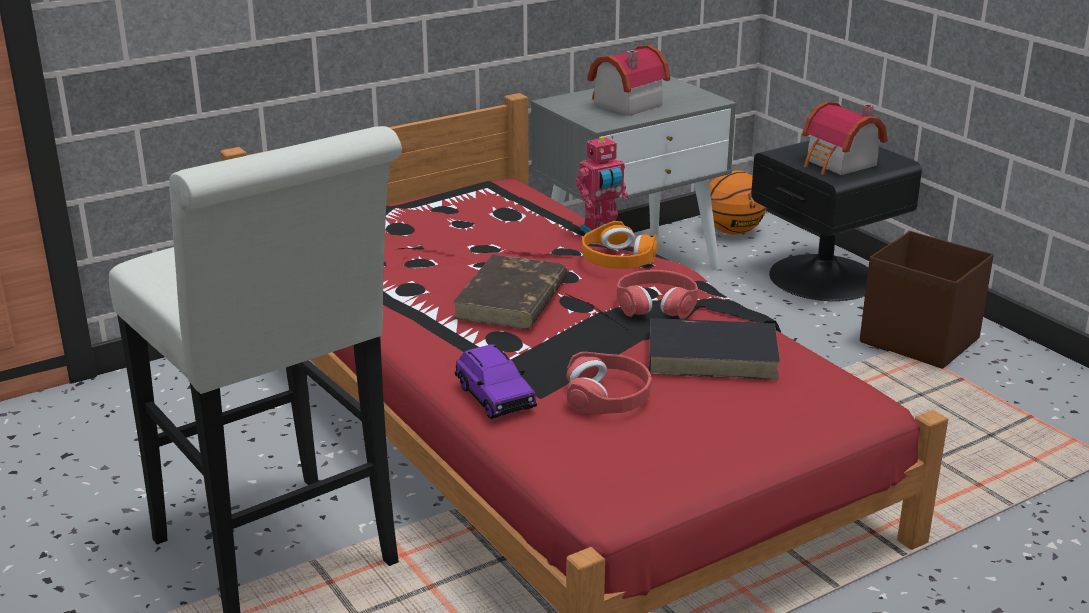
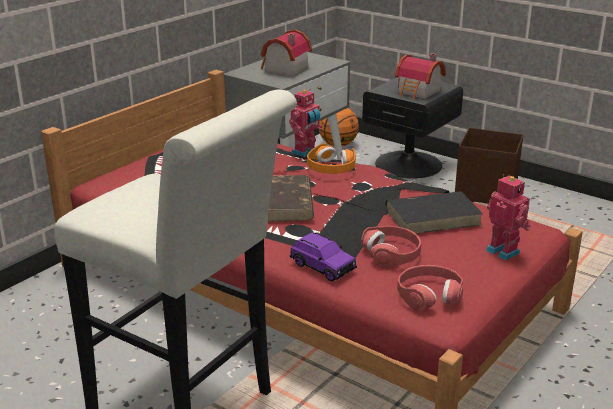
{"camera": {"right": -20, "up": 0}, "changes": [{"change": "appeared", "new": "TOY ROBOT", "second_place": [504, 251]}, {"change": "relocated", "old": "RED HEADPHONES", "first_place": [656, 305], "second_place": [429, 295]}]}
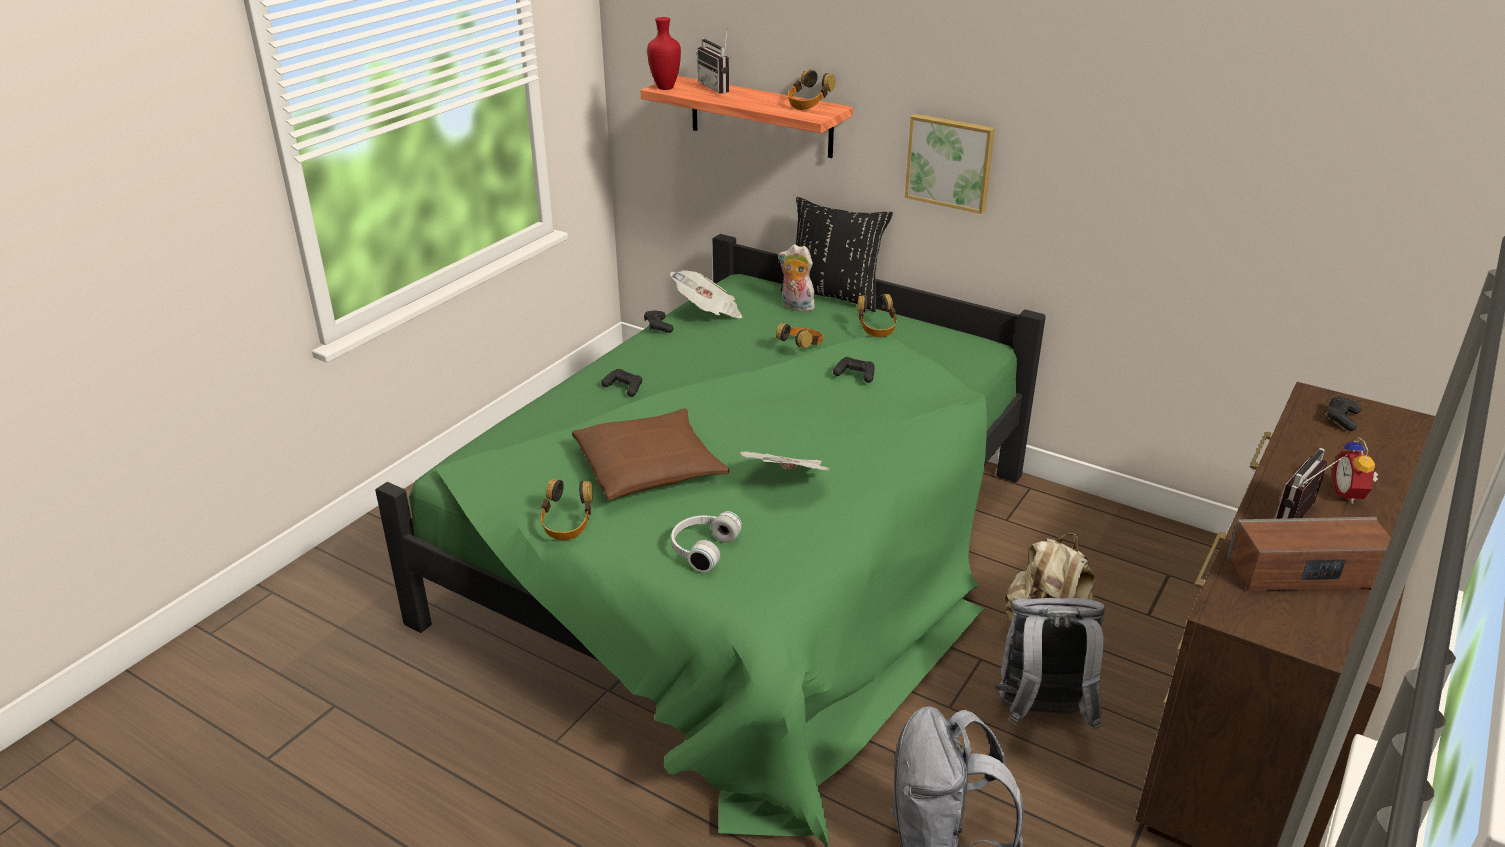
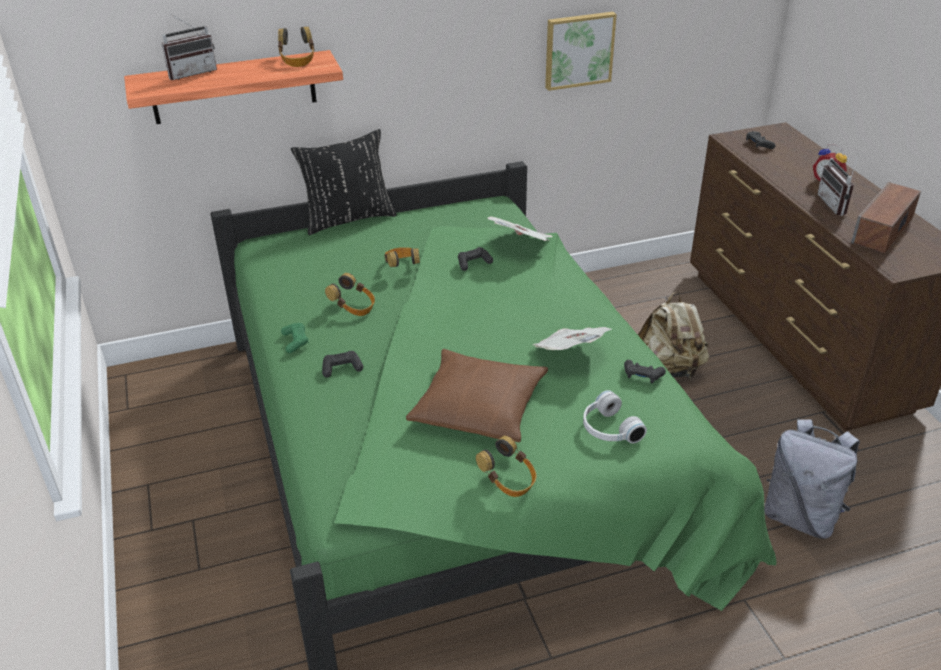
{"camera": {"right": -50, "up": 5}, "changes": [{"change": "missing", "old": "RED VASE", "first_place": [664, 88]}, {"change": "missing", "old": "PLUSH TOY", "first_place": [795, 307]}, {"change": "missing", "old": "GREY BACKPACK", "first_place": [1041, 714]}, {"change": "appeared", "new": "GREEN GAME CONTROLLER", "second_place": [295, 341]}, {"change": "relocated", "old": "BLACK GAME CONTROLLER", "first_place": [658, 326], "second_place": [642, 376]}, {"change": "relocated", "old": "NEWSPAPER", "first_place": [708, 312], "second_place": [522, 244]}, {"change": "relocated", "old": "HEADPHONES", "first_place": [876, 328], "second_place": [353, 307]}, {"change": "relocated", "old": "PICTURE", "first_place": [950, 162], "second_place": [578, 50]}, {"change": "spun", "old": "RADIO", "first_place": [719, 88], "second_place": [191, 72], "degrees": -45}]}
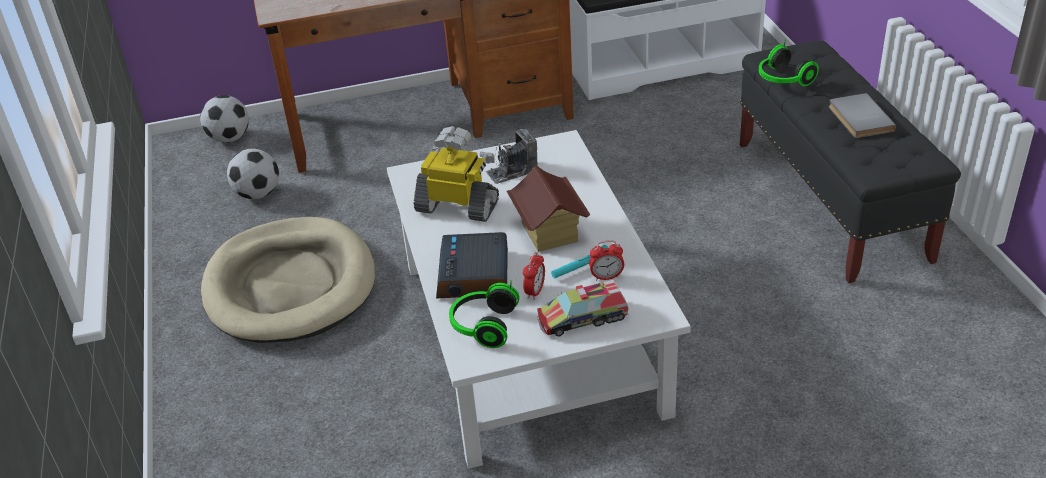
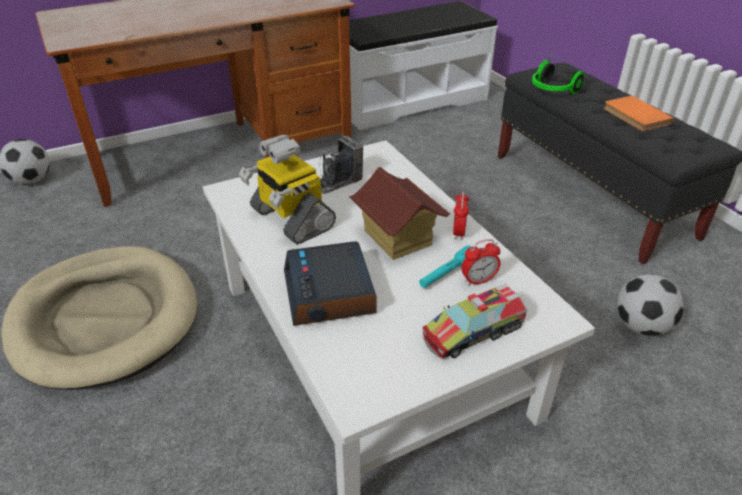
{"camera": {"right": -15, "up": 0}, "changes": [{"change": "missing", "old": "HEADPHONES", "first_place": [483, 326]}, {"change": "relocated", "old": "FOOTBALL", "first_place": [258, 194], "second_place": [641, 326]}, {"change": "relocated", "old": "ALARM CLOCK", "first_place": [535, 291], "second_place": [458, 232]}, {"change": "colour", "old": "GREY BOOK", "new": "ORANGE BOOK", "first_place": [858, 118], "second_place": [634, 116]}, {"change": "spun", "old": "TOY ROBOT", "first_place": [458, 206], "second_place": [290, 219], "degrees": -135}]}
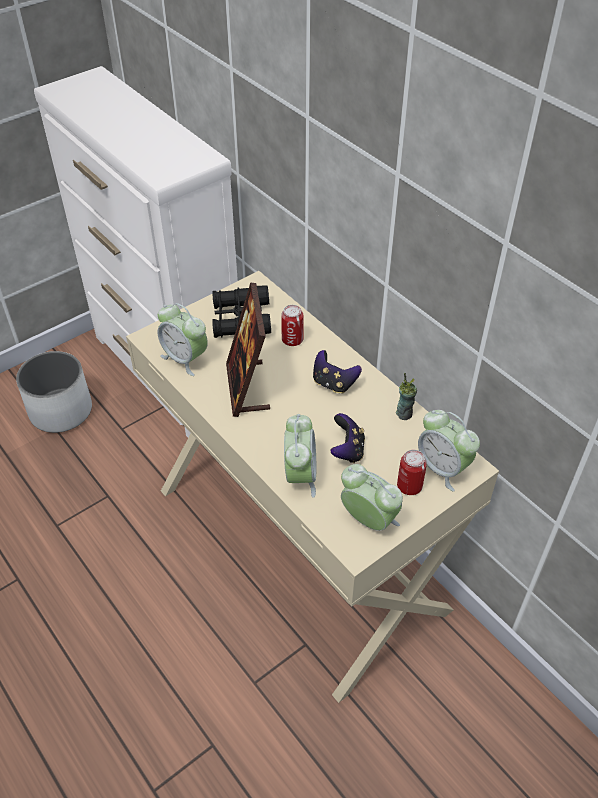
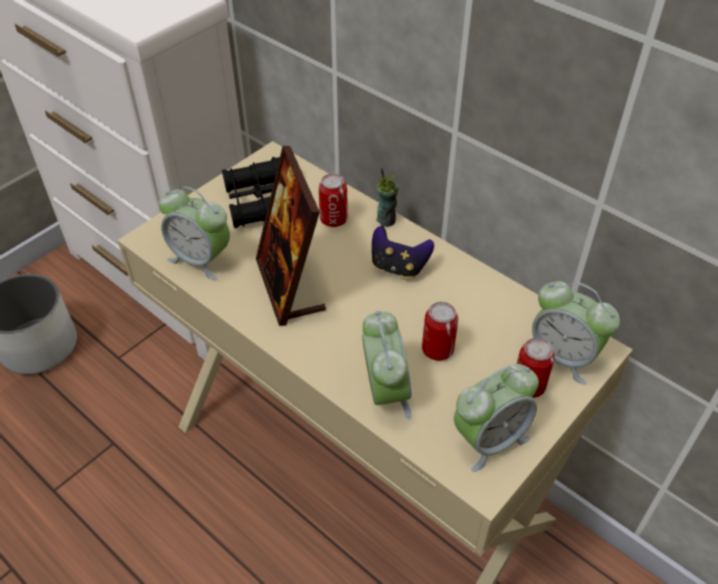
{"camera": {"right": -10, "up": 0}, "changes": [{"change": "relocated", "old": "CUP", "first_place": [404, 413], "second_place": [386, 220]}, {"change": "exchanged", "old": "GAME CONTROLLER", "new": "CAN", "first_place": [347, 450], "second_place": [437, 350]}, {"change": "spun", "old": "ALARM CLOCK", "first_place": [369, 520], "second_place": [489, 440], "degrees": 120}]}
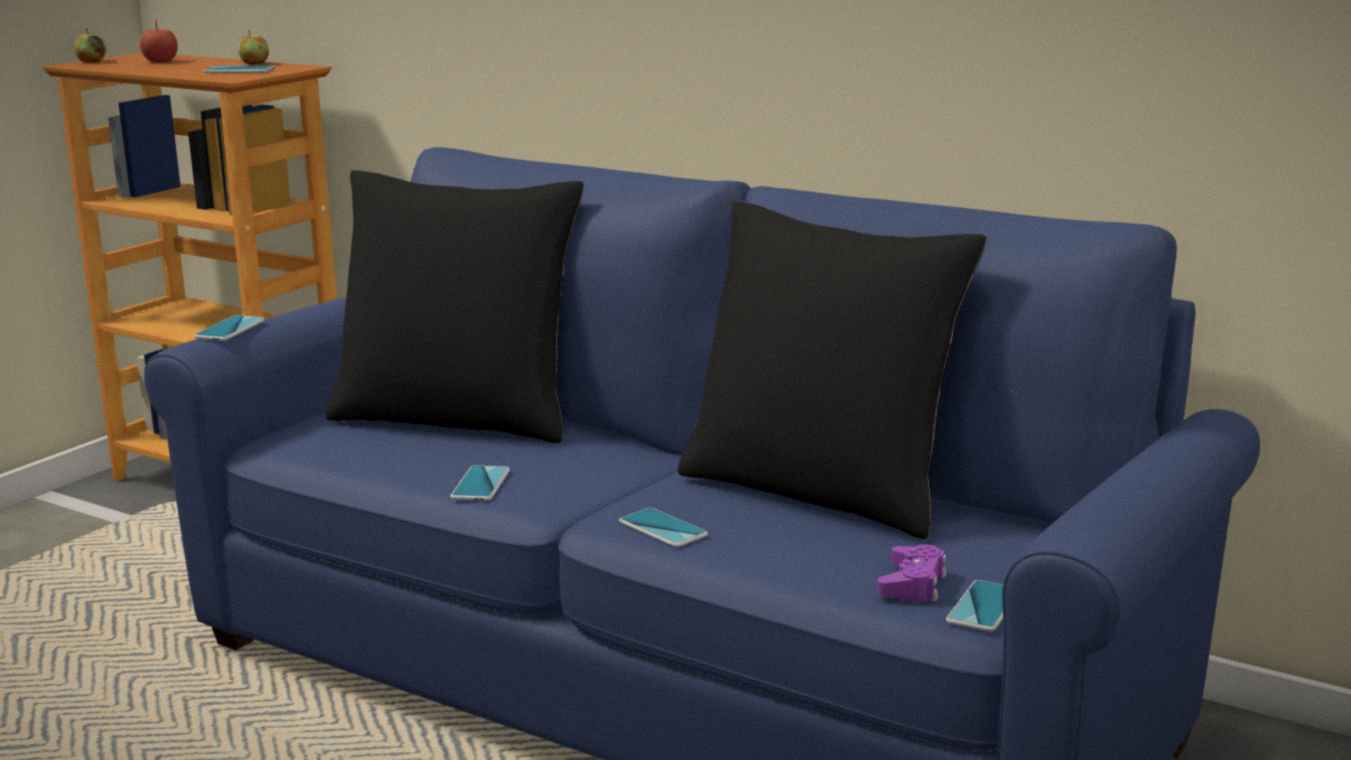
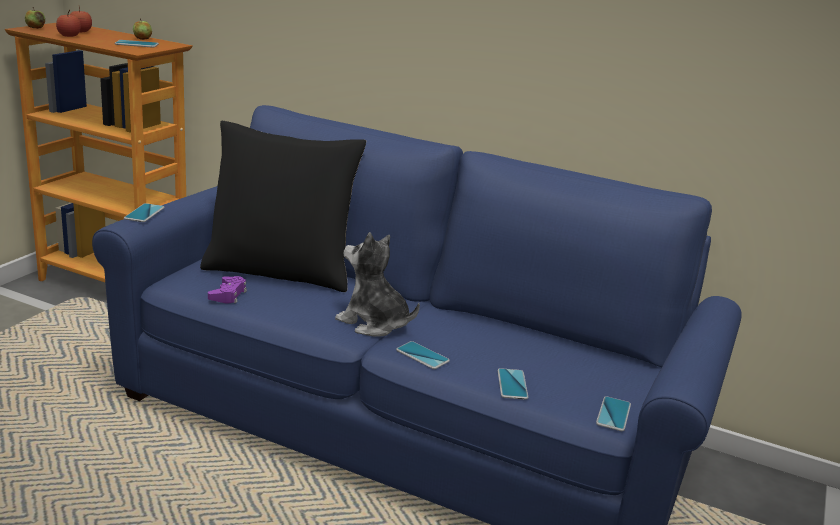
{"camera": {"right": -10, "up": 5}, "changes": [{"change": "missing", "old": "BLACK PILLOW", "first_place": [822, 490]}, {"change": "appeared", "new": "APPLE", "second_place": [69, 36]}, {"change": "appeared", "new": "PLUSH TOY", "second_place": [374, 323]}, {"change": "relocated", "old": "PHONE", "first_place": [481, 484], "second_place": [512, 384]}, {"change": "relocated", "old": "PURPLE GAME CONTROLLER", "first_place": [913, 584], "second_place": [228, 295]}]}
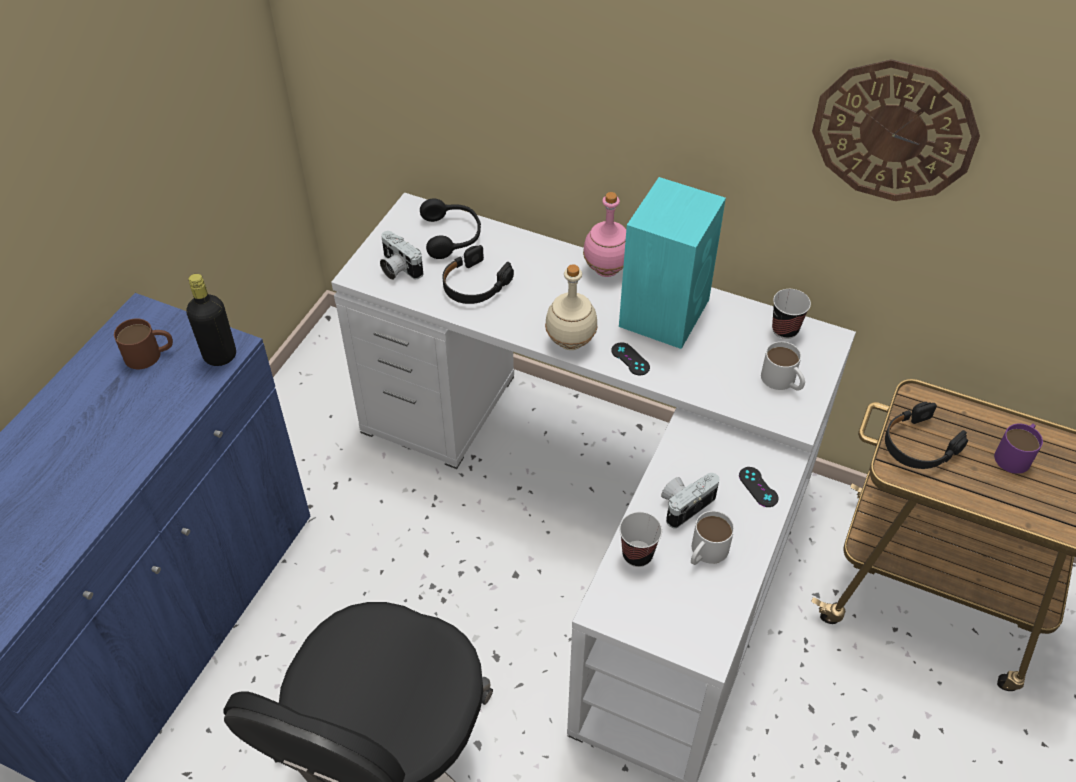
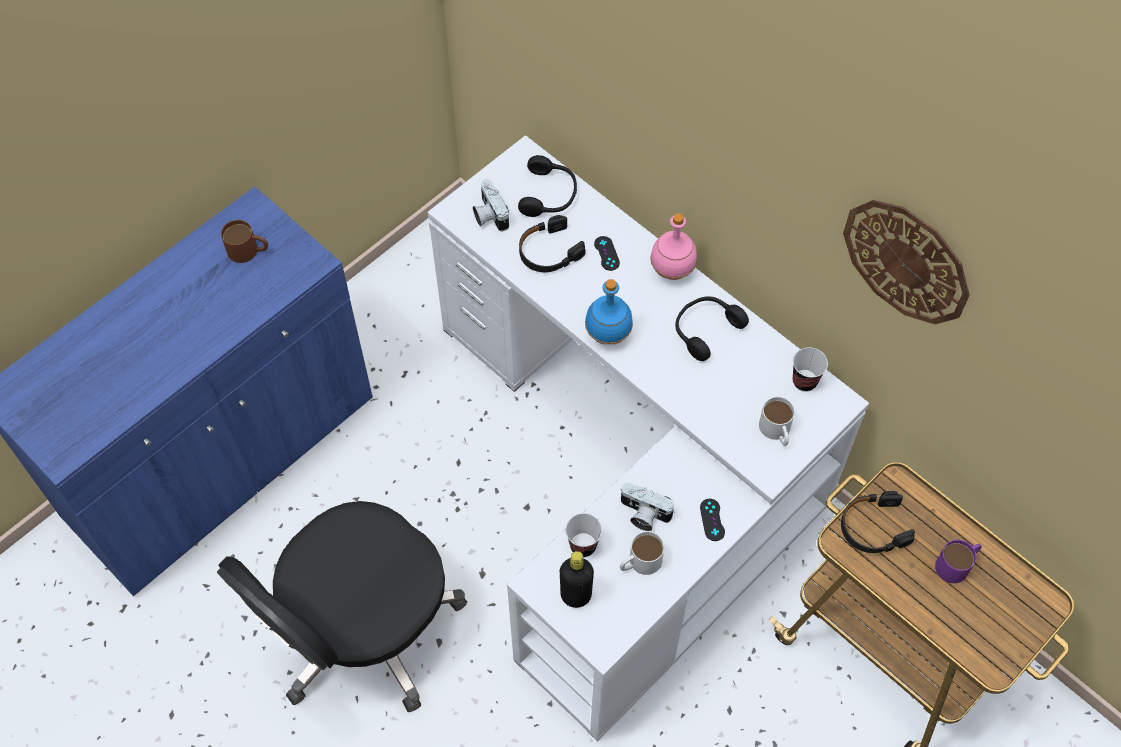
{"camera": {"right": 20, "up": 10}, "changes": [{"change": "relocated", "old": "BLACK BOTTLE", "first_place": [220, 356], "second_place": [576, 595]}, {"change": "relocated", "old": "BLACK GAME CONTROLLER", "first_place": [630, 359], "second_place": [606, 253]}, {"change": "exchanged", "old": "TURQUOISE SPEAKER", "new": "BLACK HEADPHONES", "first_place": [665, 311], "second_place": [705, 330]}, {"change": "colour", "old": "BEIGE BOTTLE", "new": "BLUE BOTTLE", "first_place": [571, 342], "second_place": [608, 336]}, {"change": "spun", "old": "PHOTO CAMERA", "first_place": [685, 504], "second_place": [643, 514], "degrees": -135}]}
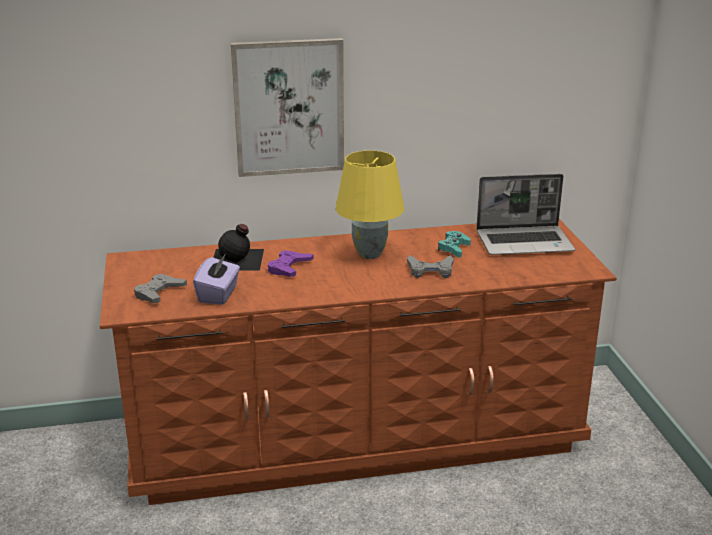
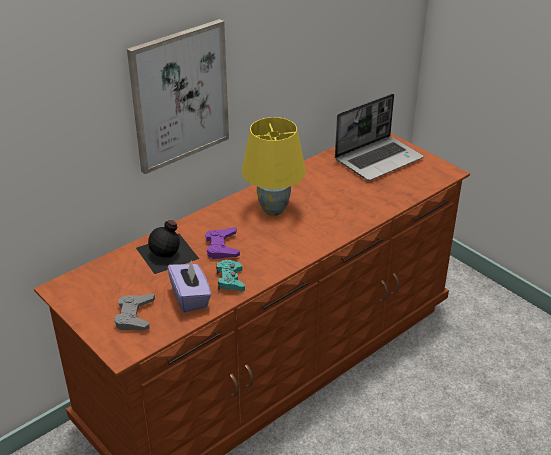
{"camera": {"right": -30, "up": 10}, "changes": [{"change": "missing", "old": "GREY GAME CONTROLLER", "first_place": [430, 271]}, {"change": "relocated", "old": "TURQUOISE GAME CONTROLLER", "first_place": [453, 249], "second_place": [230, 280]}]}
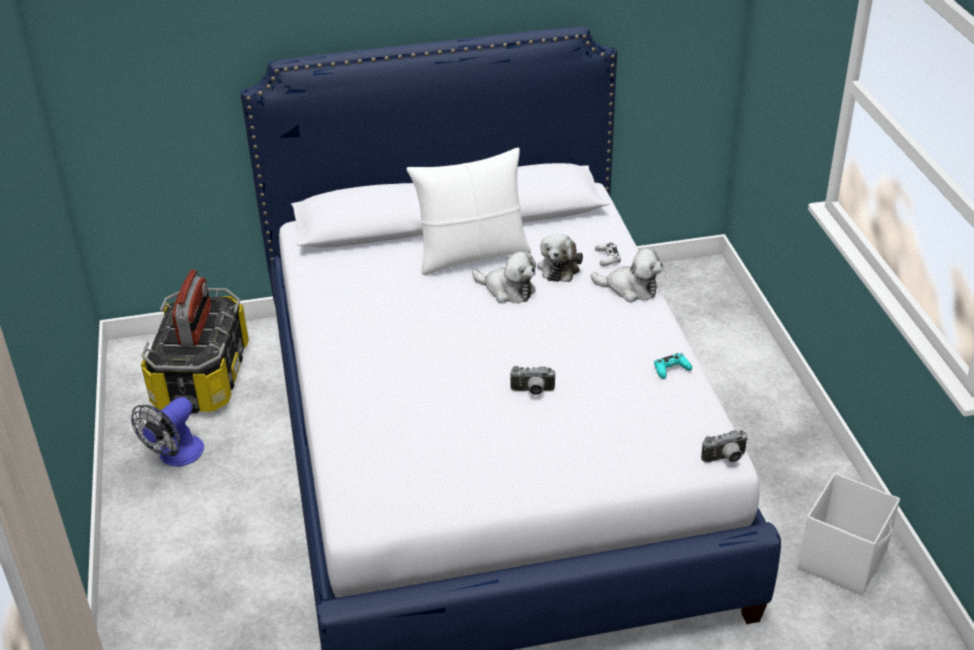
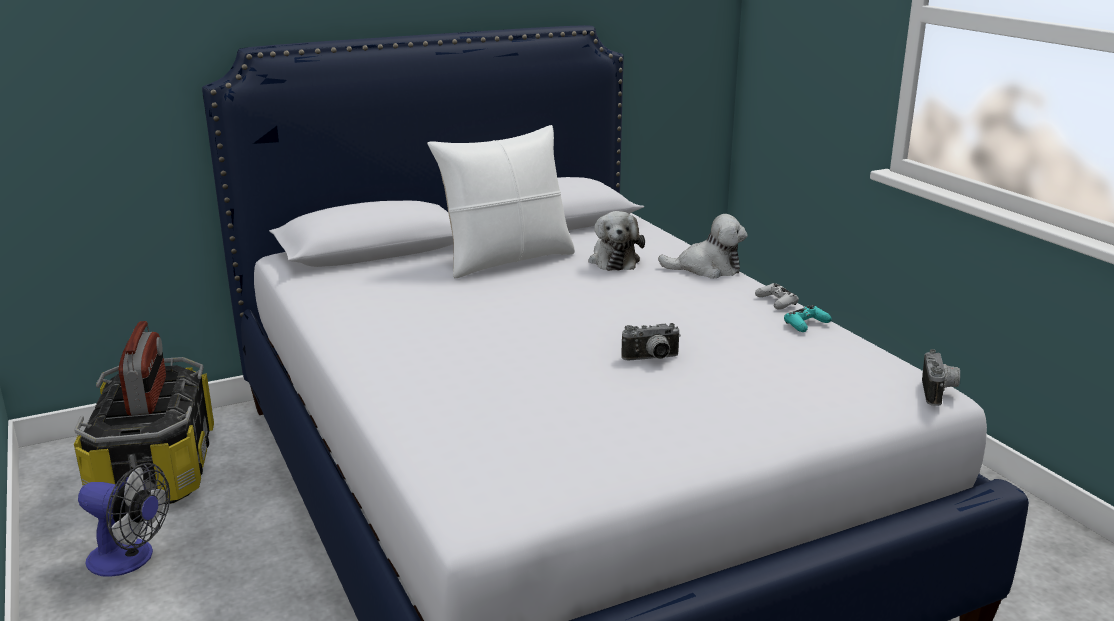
{"camera": {"right": -15, "up": -15}, "changes": [{"change": "missing", "old": "PLUSH TOY", "first_place": [507, 290]}, {"change": "missing", "old": "WHITE STORAGE BOX", "first_place": [843, 559]}, {"change": "relocated", "old": "WHITE GAME CONTROLLER", "first_place": [607, 258], "second_place": [776, 302]}, {"change": "spun", "old": "FAN", "first_place": [176, 456], "second_place": [130, 559], "degrees": -90}, {"change": "spun", "old": "PHOTO CAMERA", "first_place": [725, 459], "second_place": [939, 393], "degrees": -45}]}
